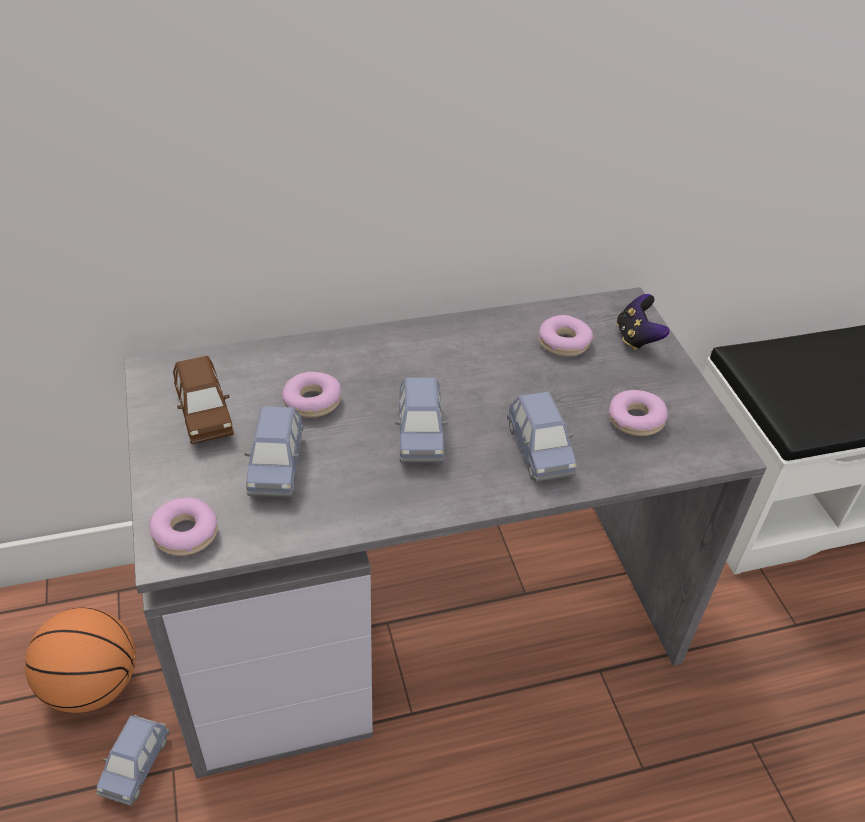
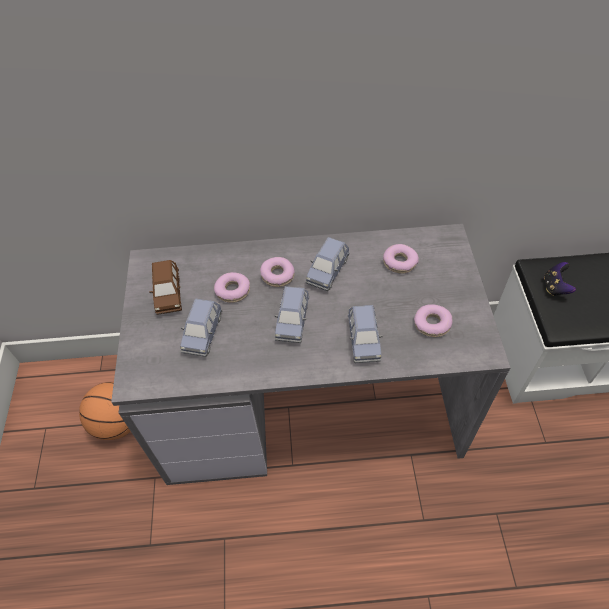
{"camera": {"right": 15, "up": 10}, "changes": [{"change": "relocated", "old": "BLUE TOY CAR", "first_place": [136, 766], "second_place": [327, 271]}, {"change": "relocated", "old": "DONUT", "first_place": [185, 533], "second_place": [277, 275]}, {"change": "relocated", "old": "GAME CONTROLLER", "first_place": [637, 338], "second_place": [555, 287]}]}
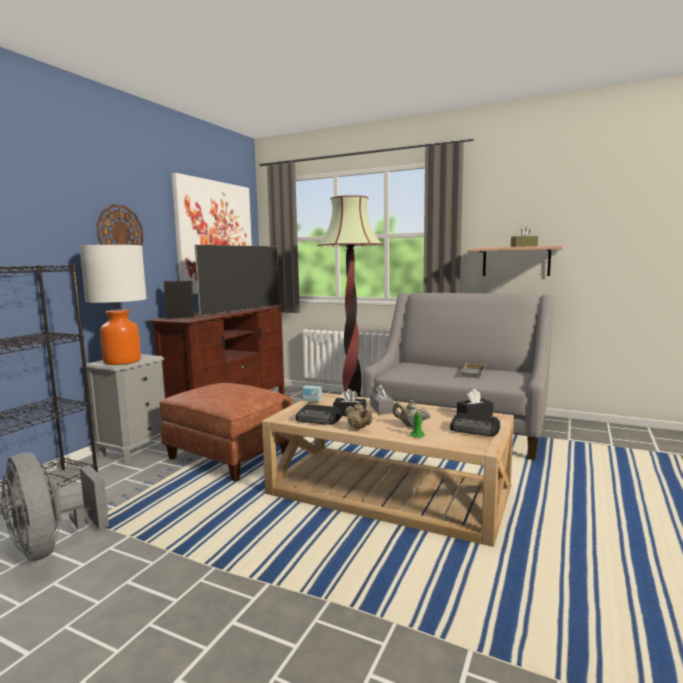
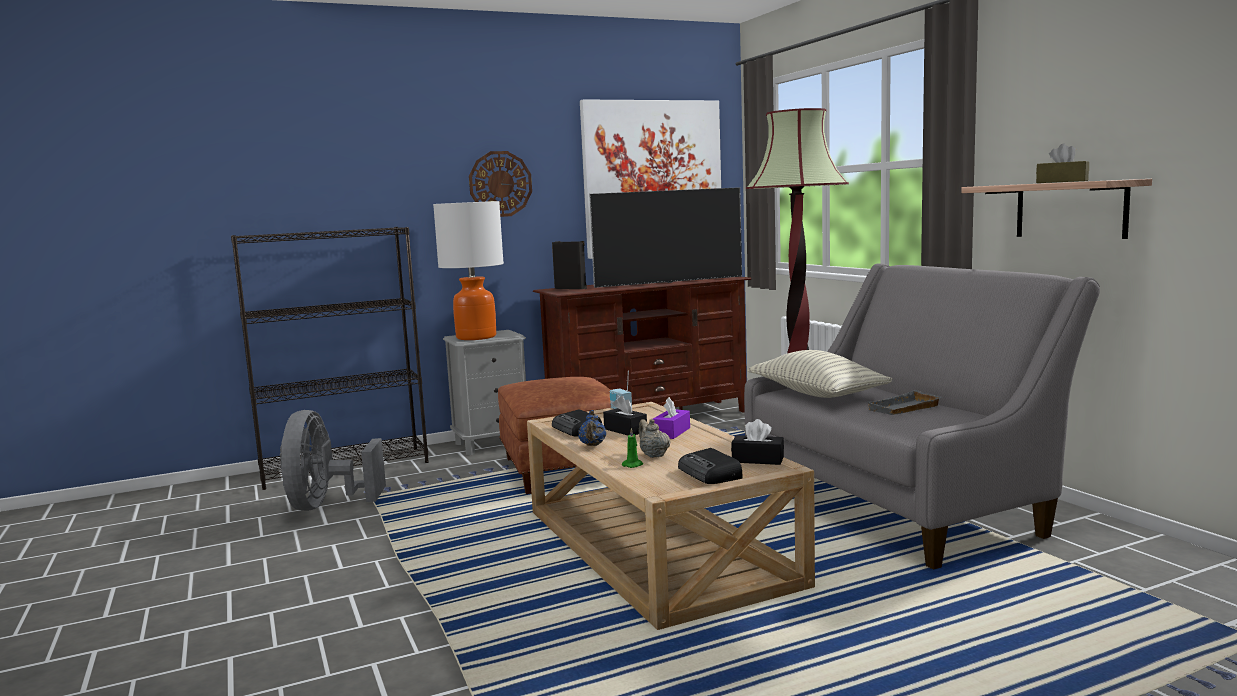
{"camera": {"right": 40, "up": 0}, "changes": [{"change": "appeared", "new": "PILLOW", "second_place": [816, 394]}, {"change": "colour", "old": "BEIGE TEAPOT", "new": "BLUE TEAPOT", "first_place": [358, 428], "second_place": [592, 445]}, {"change": "colour", "old": "GREY TISSUE BOX", "new": "PURPLE TISSUE BOX", "first_place": [381, 409], "second_place": [671, 432]}]}
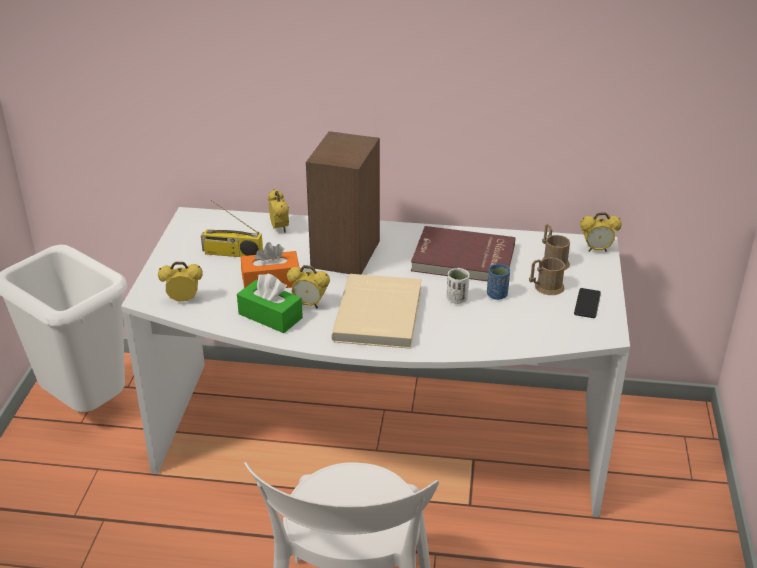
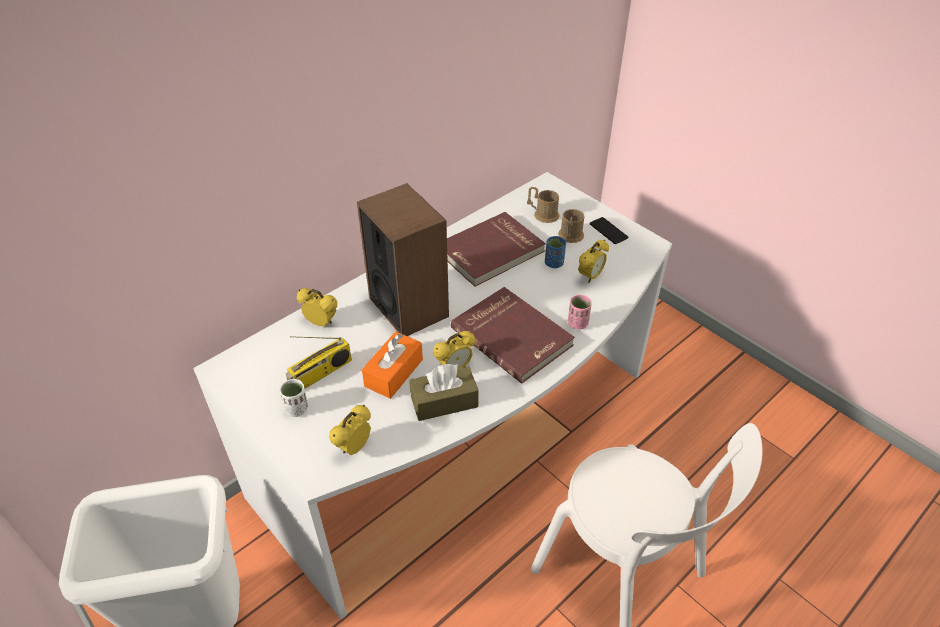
{"camera": {"right": -50, "up": 10}, "changes": [{"change": "appeared", "new": "PINK CUP", "second_place": [577, 323]}, {"change": "relocated", "old": "WHITE CUP", "first_place": [457, 299], "second_place": [297, 409]}, {"change": "relocated", "old": "ALARM CLOCK", "first_place": [596, 250], "second_place": [590, 277]}, {"change": "colour", "old": "GREEN TISSUE BOX", "new": "BROWN TISSUE BOX", "first_place": [270, 316], "second_place": [444, 402]}, {"change": "colour", "old": "BEIGE BOOK", "new": "RED BOOK", "first_place": [380, 314], "second_place": [513, 336]}]}
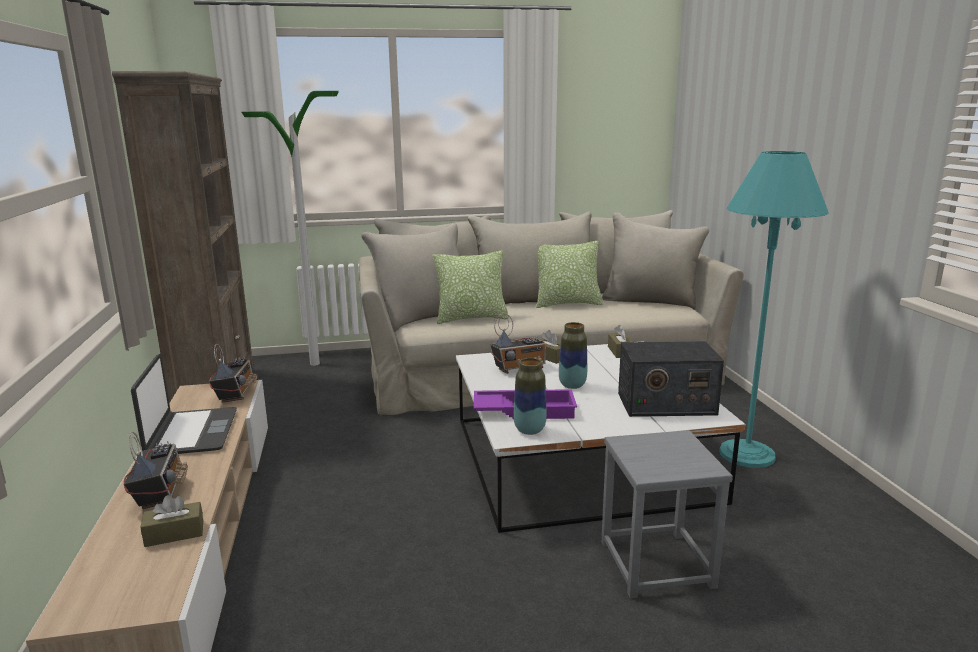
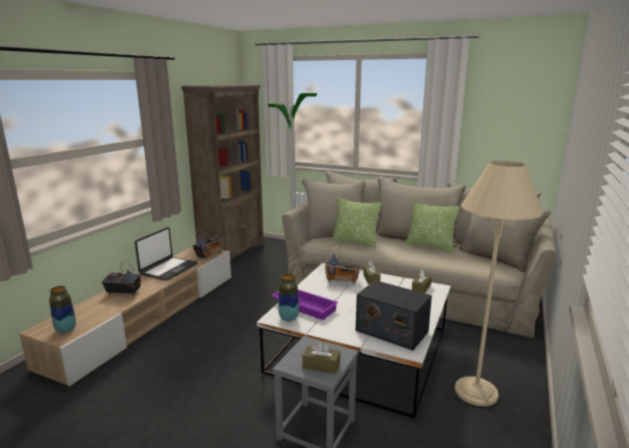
{"camera": {"right": 35, "up": 0}, "changes": [{"change": "relocated", "old": "BROWN TISSUE BOX", "first_place": [174, 533], "second_place": [321, 365]}, {"change": "relocated", "old": "VASE", "first_place": [572, 385], "second_place": [66, 330]}, {"change": "colour", "old": "TURQUOISE FLOOR LAMP", "new": "BEIGE FLOOR LAMP", "first_place": [747, 454], "second_place": [476, 391]}, {"change": "spun", "old": "RADIO", "first_place": [160, 493], "second_place": [123, 292], "degrees": -105}]}
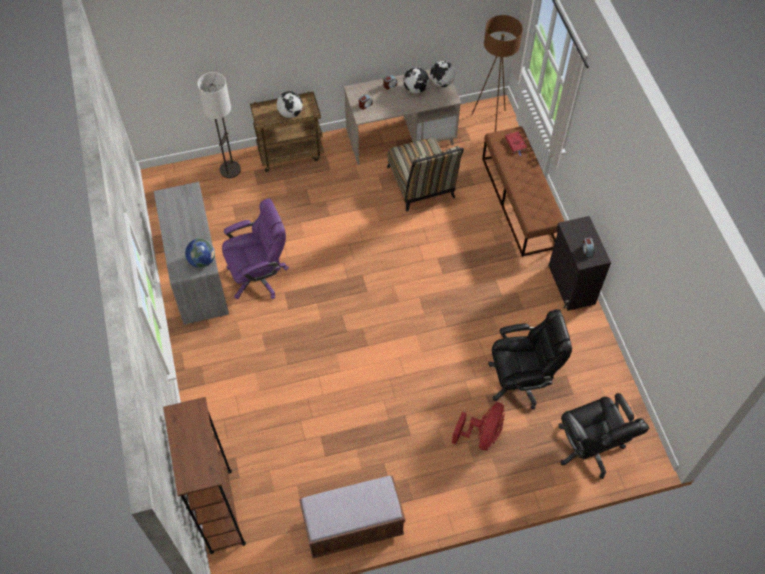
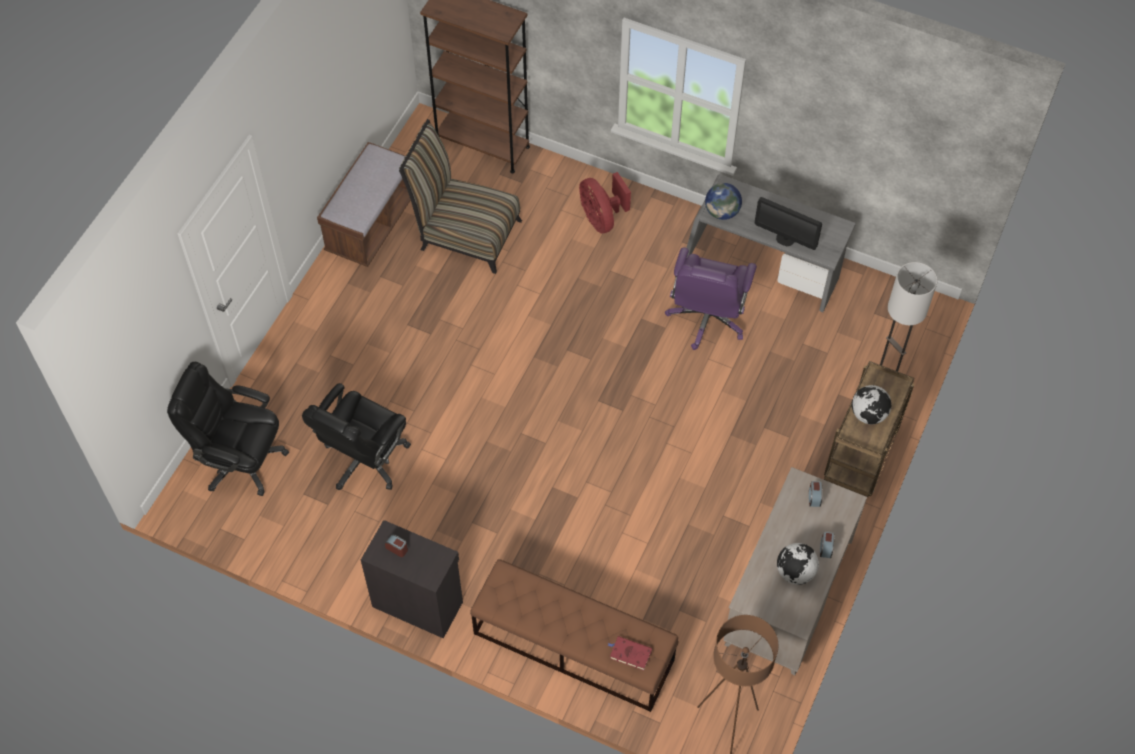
{"camera": {"right": 130, "up": 0}, "changes": [{"change": "missing", "old": "GLOBE", "first_place": [442, 83]}, {"change": "appeared", "new": "MONITOR", "second_place": [785, 239]}, {"change": "relocated", "old": "CHAIR", "first_place": [422, 186], "second_place": [464, 232]}, {"change": "relocated", "old": "RED FAN", "first_place": [482, 435], "second_place": [601, 218]}]}
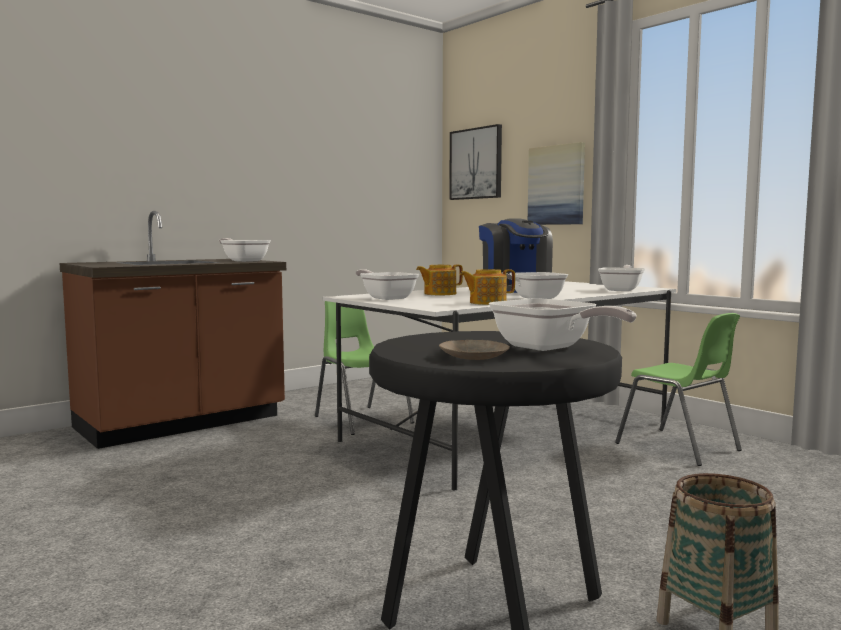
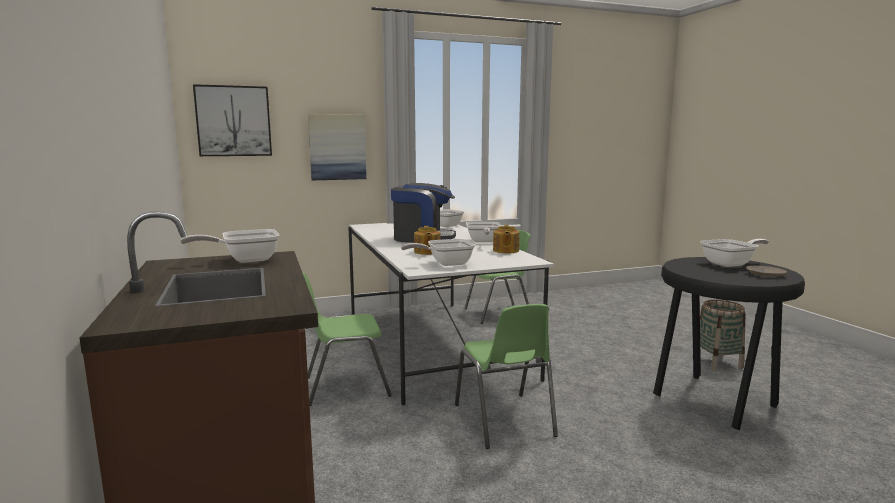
{"camera": {"right": -70, "up": 5}, "changes": [{"change": "appeared", "new": "GREEN CHAIR", "second_place": [504, 421]}]}
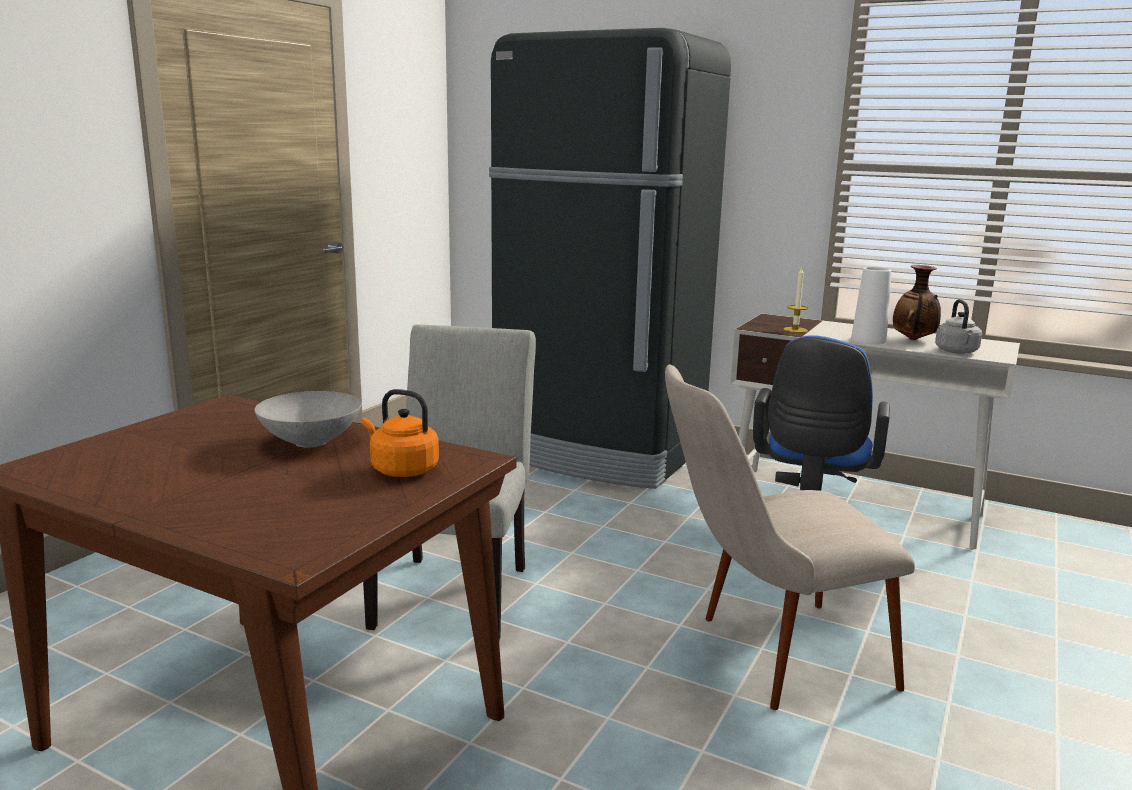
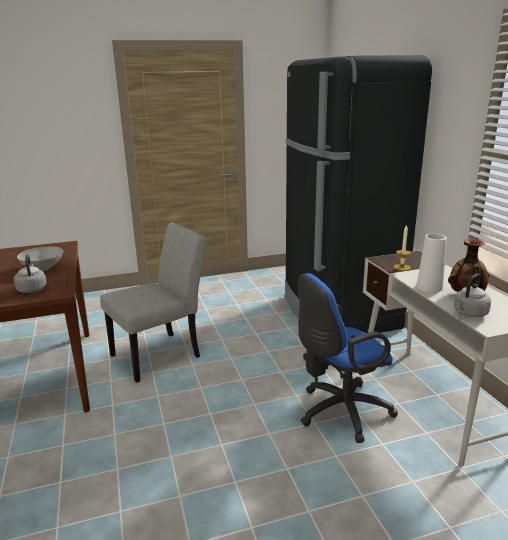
{"camera": {"right": 45, "up": 5}, "changes": [{"change": "missing", "old": "BEIGE CHAIR", "first_place": [766, 656]}, {"change": "colour", "old": "ORANGE KETTLE", "new": "GREY KETTLE", "first_place": [401, 470], "second_place": [32, 289]}]}
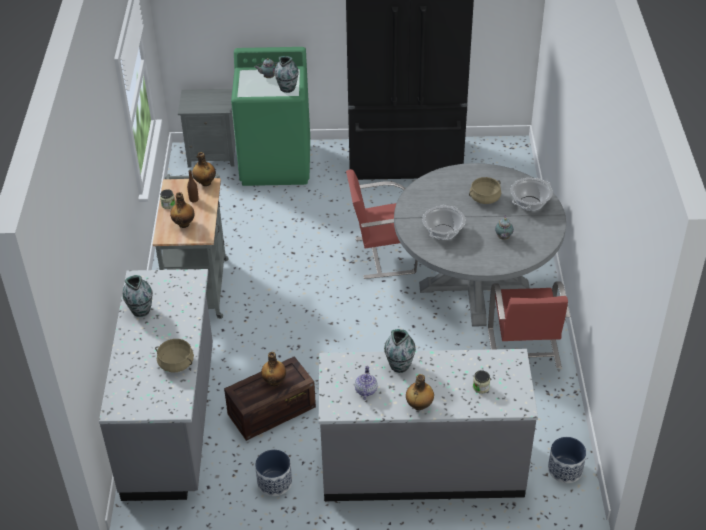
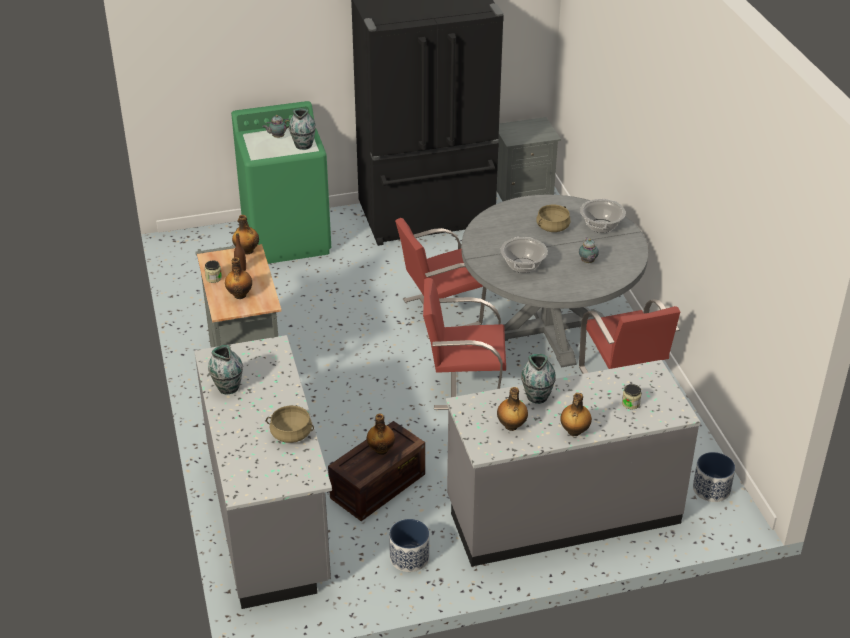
{"camera": {"right": -15, "up": -5}, "changes": [{"change": "appeared", "new": "RED CHAIR", "second_place": [463, 385]}, {"change": "relocated", "old": "GREY NIGHTSTAND", "first_place": [212, 155], "second_place": [523, 194]}, {"change": "exchanged", "old": "TEAPOT", "new": "BOTTLE", "first_place": [365, 390], "second_place": [511, 426]}]}
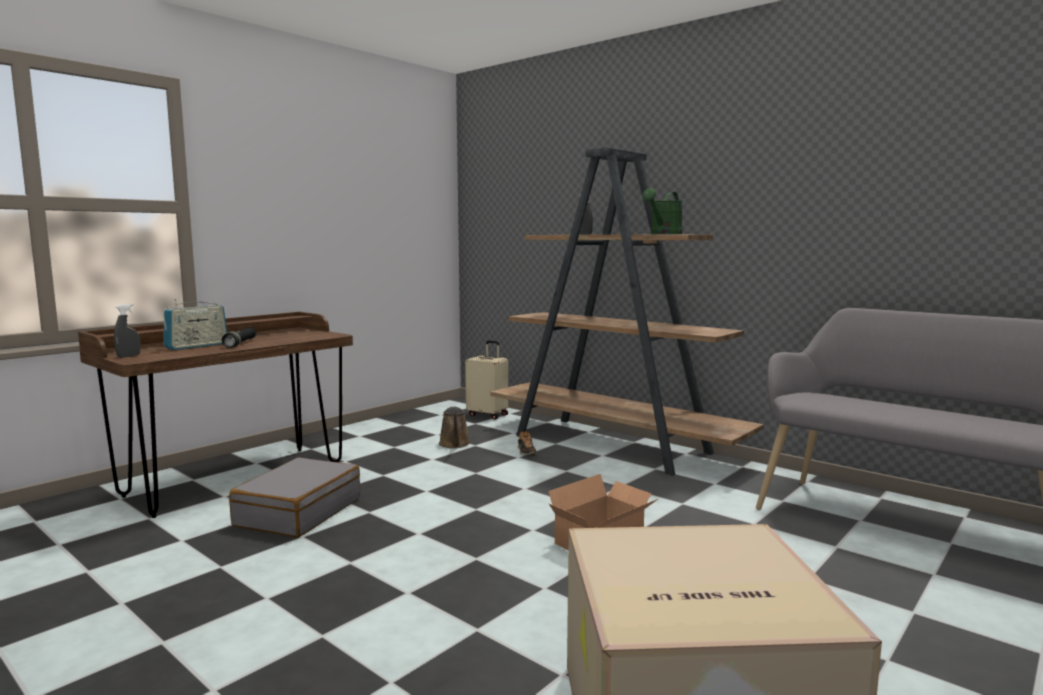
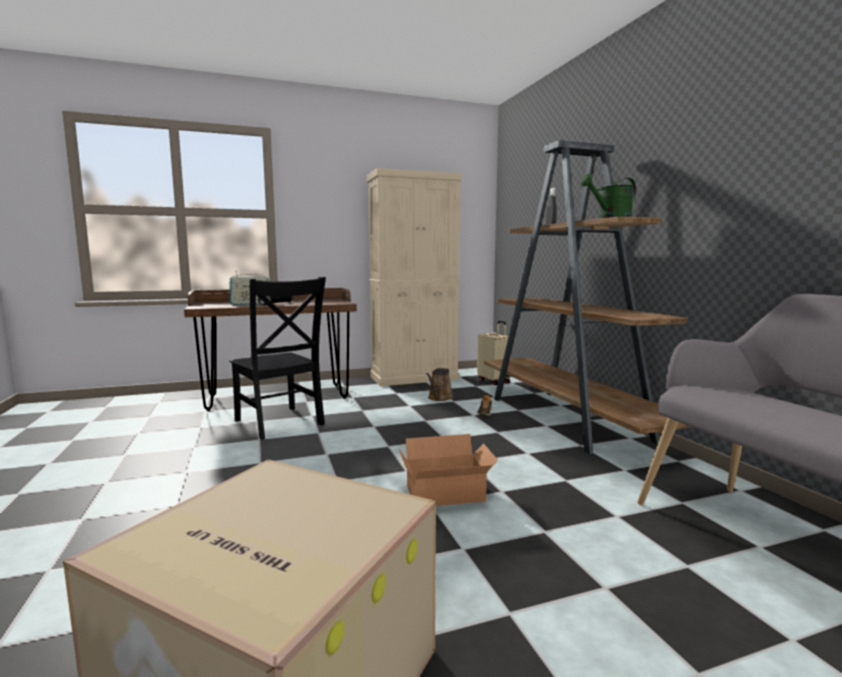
{"camera": {"right": 30, "up": 0}, "changes": [{"change": "missing", "old": "GREY SPRAY BOTTLE", "first_place": [128, 356]}, {"change": "appeared", "new": "BEIGE CABINET", "second_place": [414, 378]}, {"change": "exchanged", "old": "GREY SUITCASE", "new": "BLACK CHAIR", "first_place": [298, 512], "second_place": [280, 423]}]}
